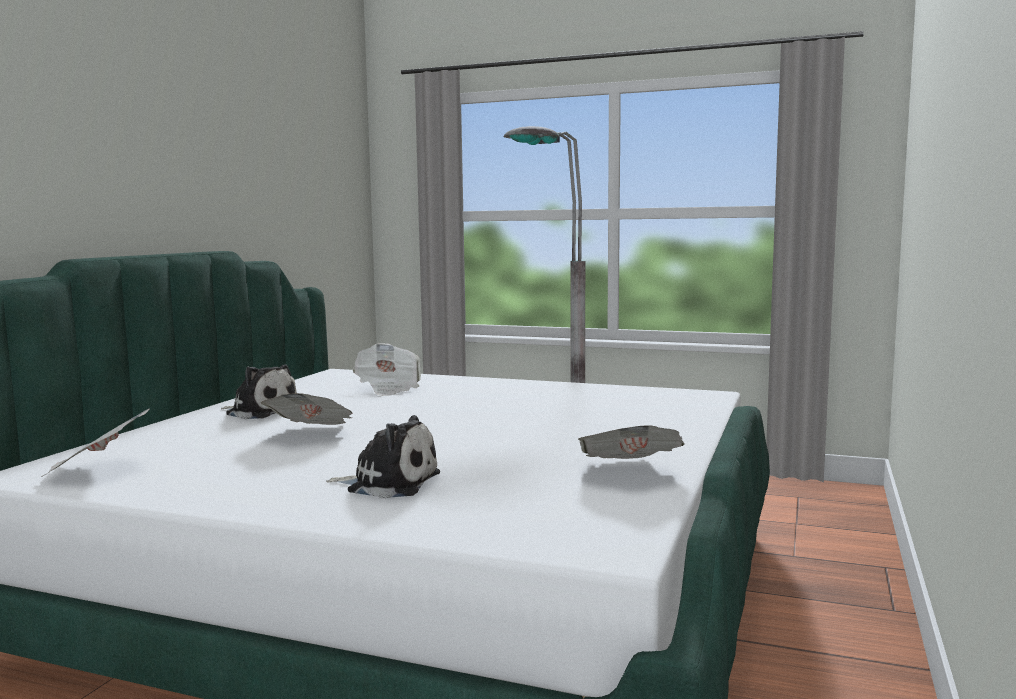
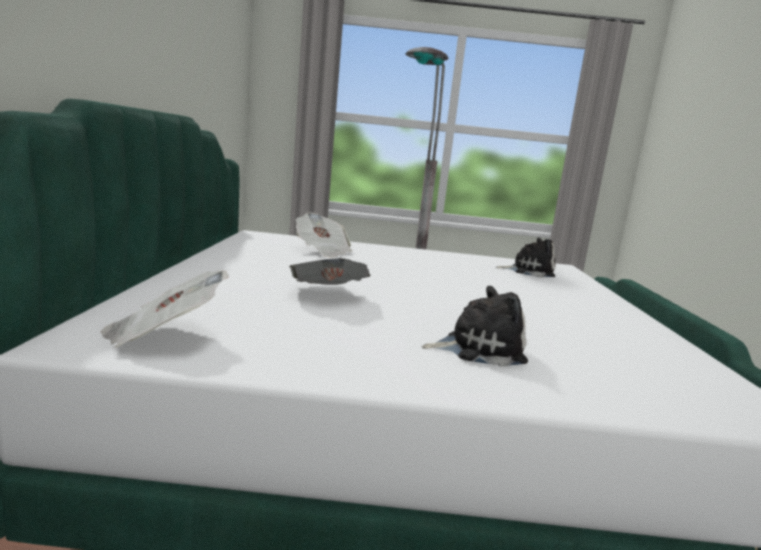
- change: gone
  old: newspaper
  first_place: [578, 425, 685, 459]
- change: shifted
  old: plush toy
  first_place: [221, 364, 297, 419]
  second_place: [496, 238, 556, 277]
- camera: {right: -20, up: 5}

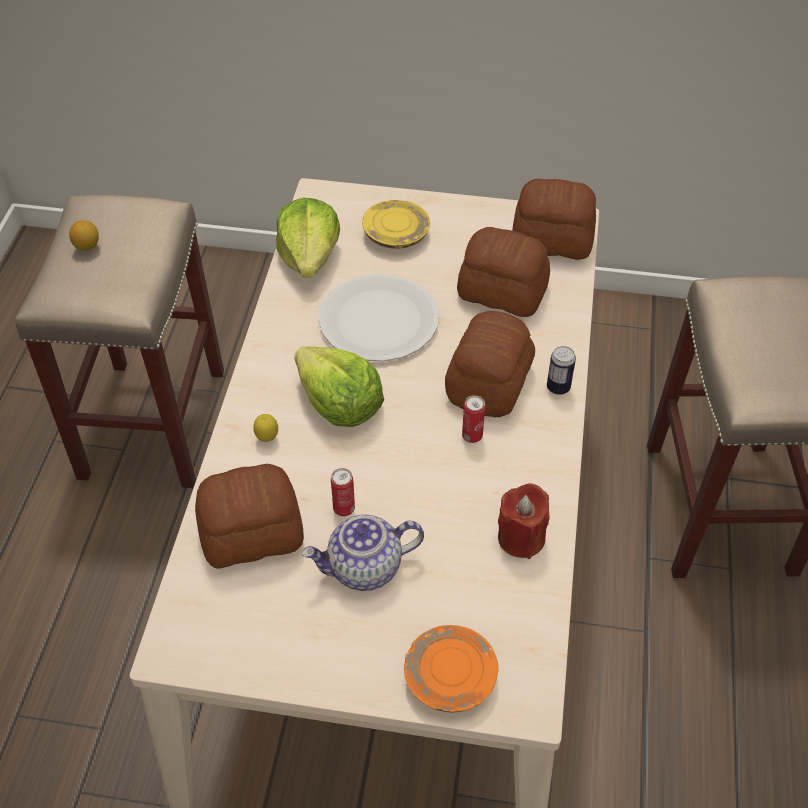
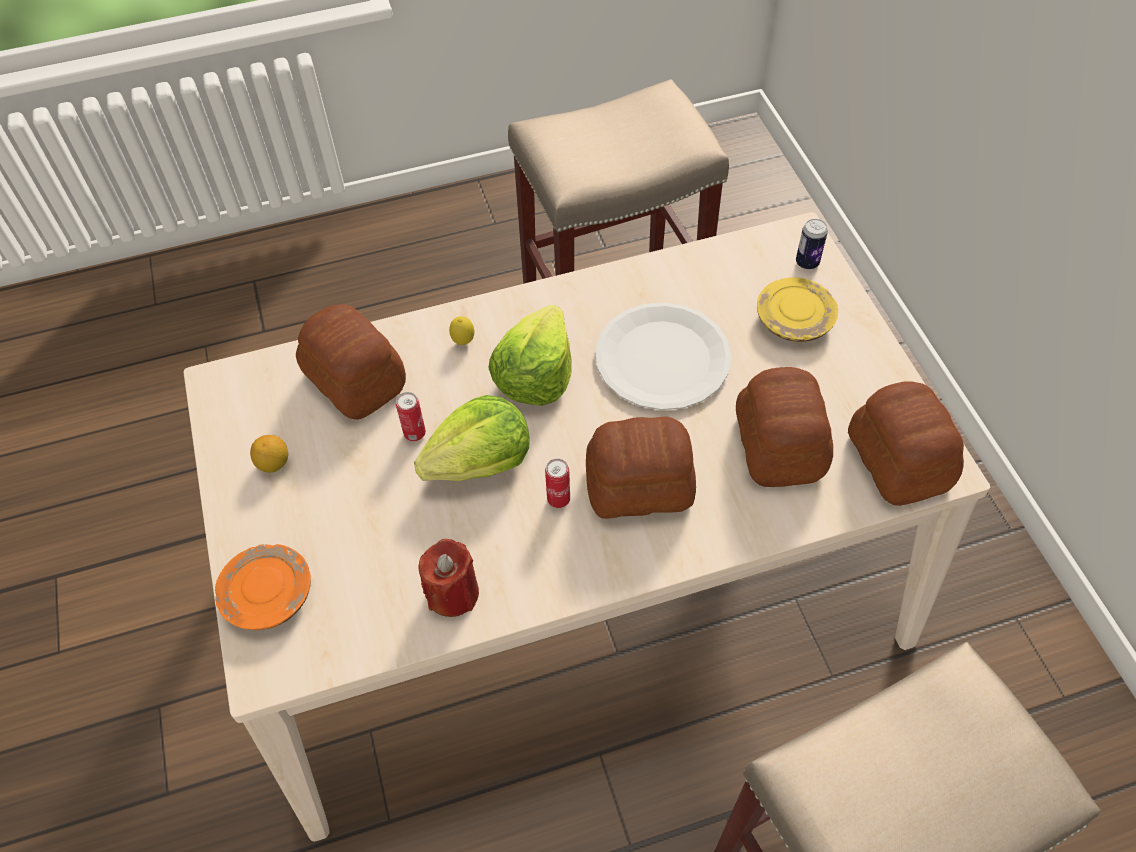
- change: gone
  old: teapot
  first_place: [302, 514, 424, 591]
- change: shifted
  old: lemon
  first_place: [69, 220, 99, 251]
  second_place: [250, 435, 288, 473]
- change: shifted
  old: lettuce
  first_place: [276, 198, 340, 278]
  second_place: [414, 395, 530, 481]
- change: shifted
  old: can
  first_place: [547, 346, 576, 395]
  second_place: [796, 219, 828, 270]
- camera: {right: 65, up: 5}

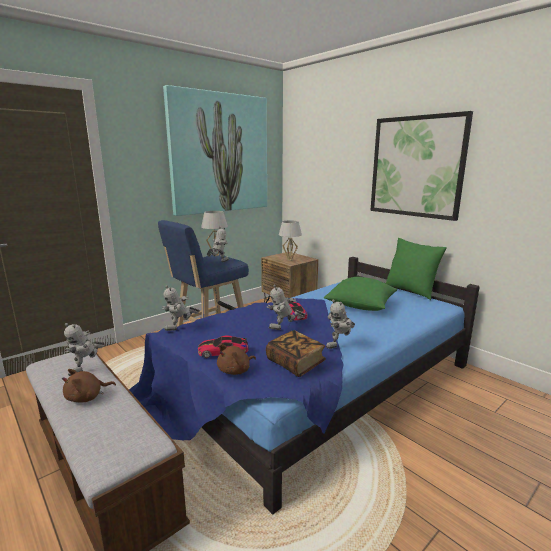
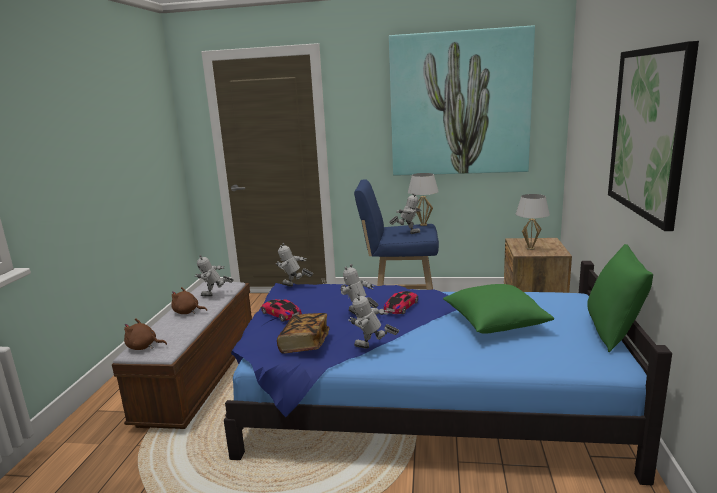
- change: shifted
  old: brown plush toy
  first_place: [217, 344, 256, 375]
  second_place: [124, 318, 167, 350]
- camera: {right: 50, up: 0}

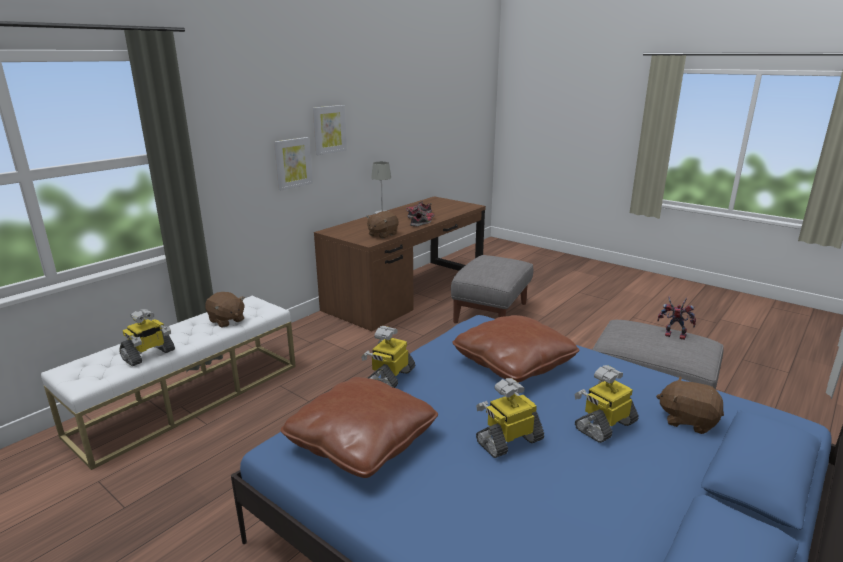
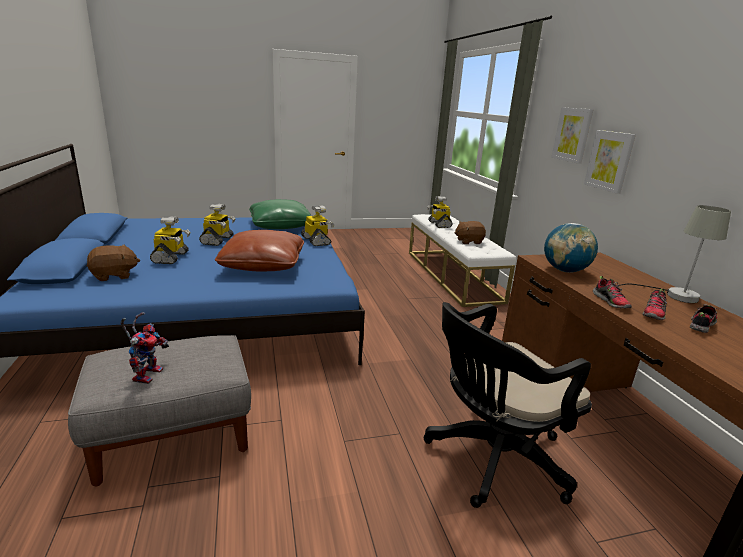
- change: shifted
  old: picture
  first_place: [313, 105, 347, 155]
  second_place: [551, 107, 593, 164]
- change: swapped
  old: brown plush toy
  new: globe
  first_place: [366, 211, 399, 239]
  second_place: [544, 223, 598, 273]
- change: swapped
  old: grey ottoman
  new: black office chair
  first_place: [451, 255, 533, 323]
  second_place: [424, 302, 592, 508]
- change: repainted
  old: brown pillow
  new: green pillow
  first_place: [281, 377, 438, 478]
  second_place: [249, 199, 311, 229]
- change: rotated
  old: toy robot
  first_place: [657, 296, 696, 340]
  second_place: [121, 312, 169, 384]
  degrees: -60
- camera: {right: 125, up: 0}

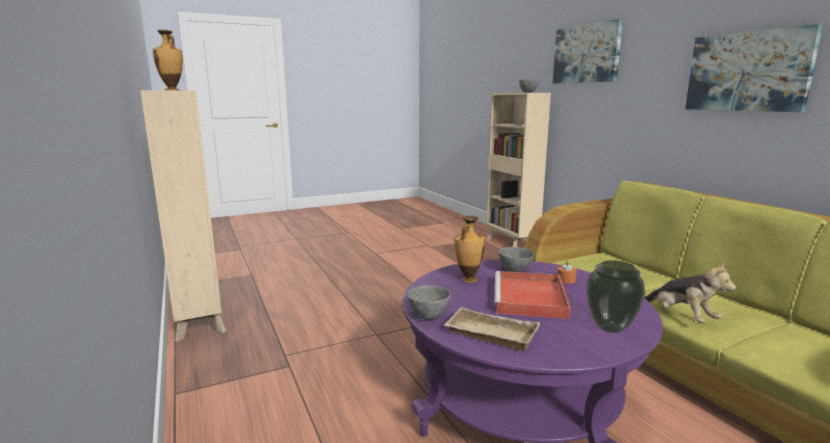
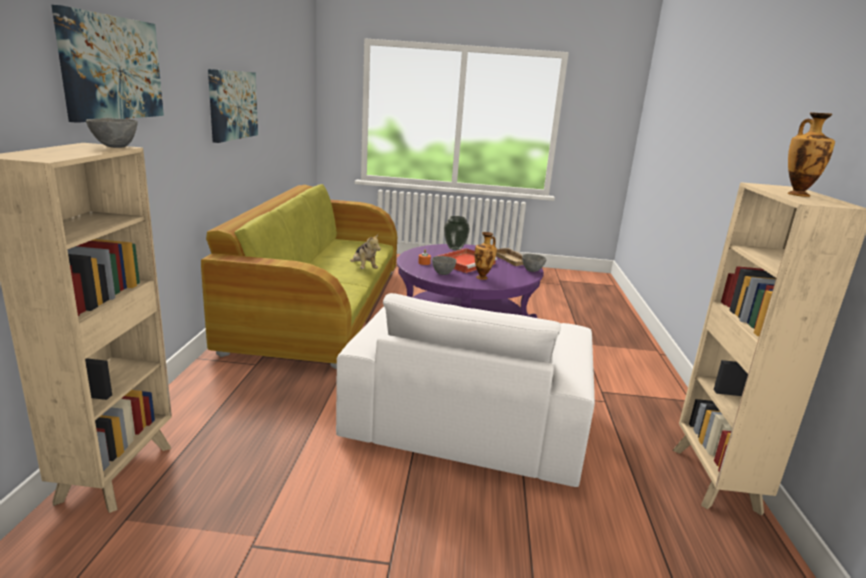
- change: new
  new: white armchair
  second_place: [336, 293, 595, 487]
- change: rotated
  old: plush toy
  first_place: [644, 261, 736, 322]
  second_place: [350, 234, 381, 269]
  degrees: 150
- camera: {right: -150, up: 5}

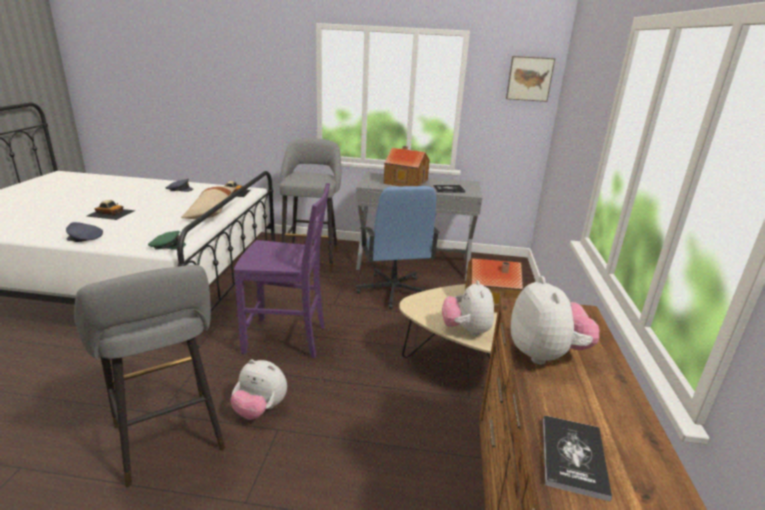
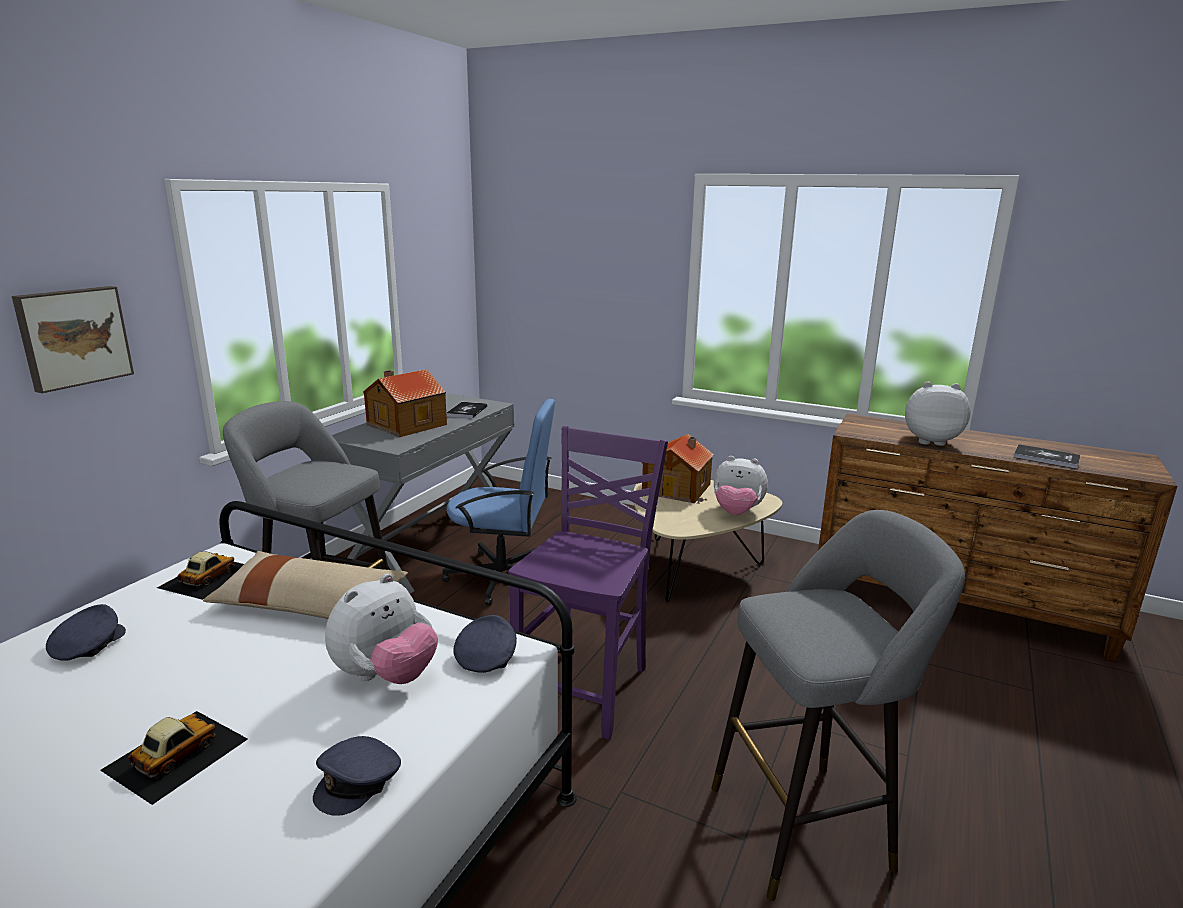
- change: shifted
  old: plush toy
  first_place: [230, 359, 287, 420]
  second_place: [325, 573, 438, 684]
- change: shifted
  old: picture
  first_place: [506, 56, 555, 102]
  second_place: [12, 286, 134, 393]
- change: repainted
  old: green cap
  new: grey cap
  first_place: [148, 231, 186, 250]
  second_place: [453, 615, 517, 673]
- camera: {right: -70, up: -5}

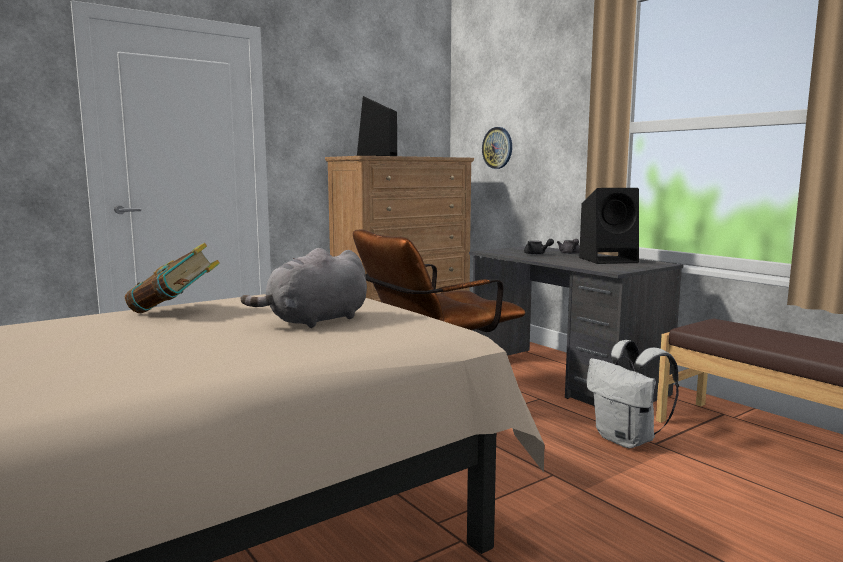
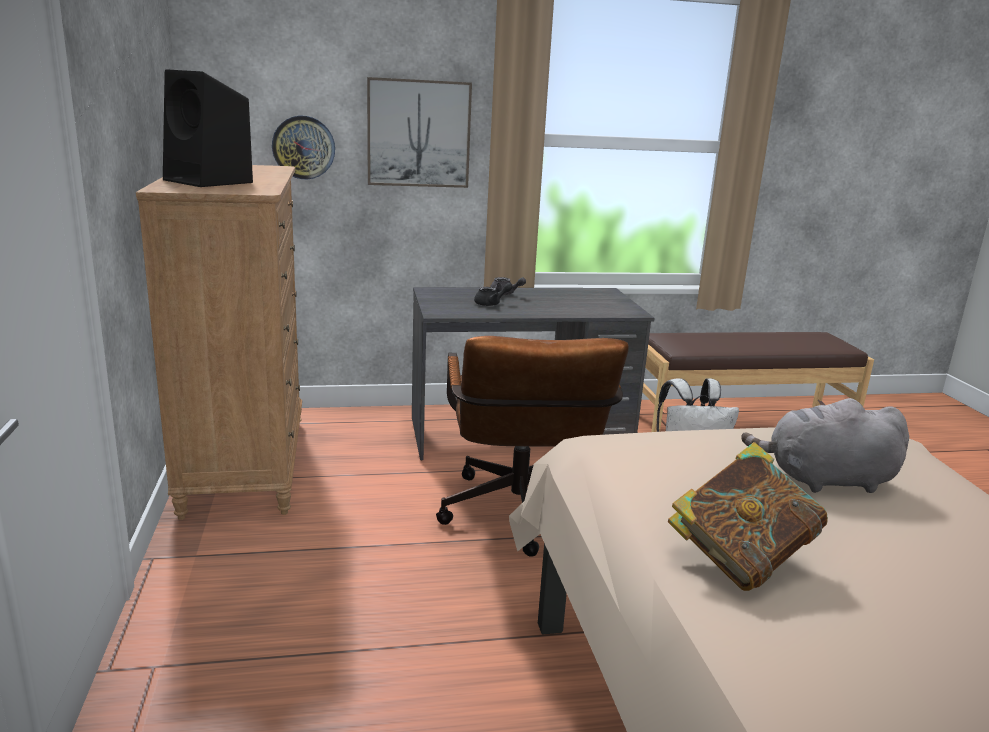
- change: gone
  old: black speaker
  first_place: [579, 188, 639, 264]
- change: new
  new: picture
  second_place: [367, 77, 472, 188]
- change: rotated
  old: grey plush toy
  first_place: [240, 248, 367, 328]
  second_place: [741, 398, 909, 493]
  degrees: 105
- camera: {right: -65, up: 10}

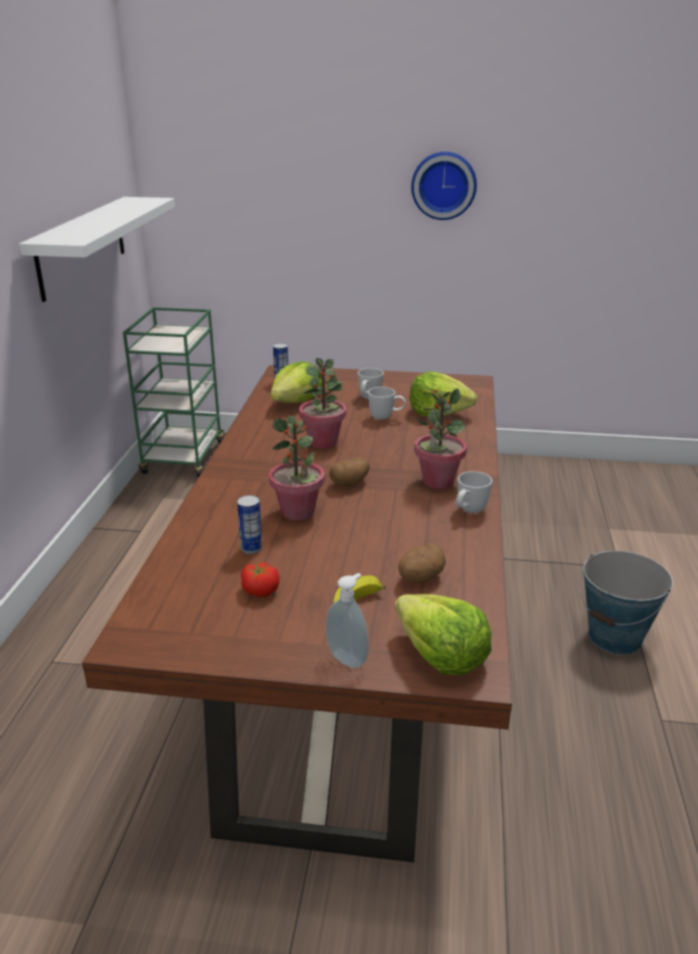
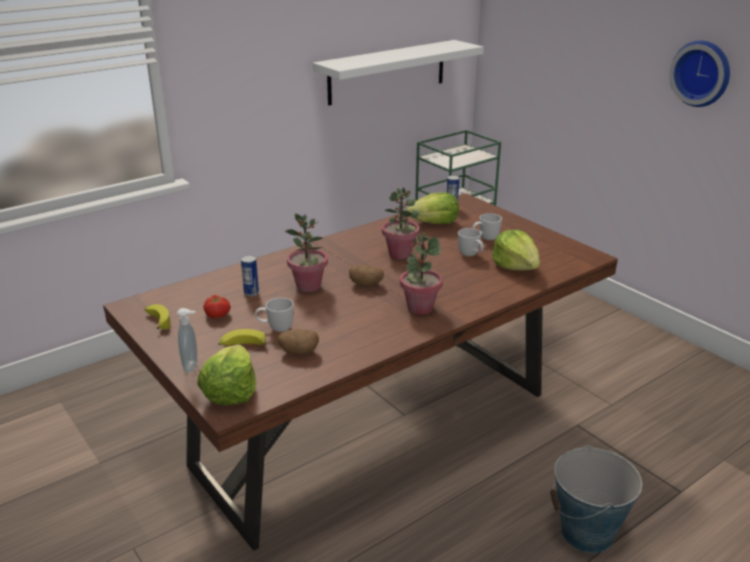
- change: new
  new: banana
  second_place: [144, 304, 170, 330]
- change: shifted
  old: white mug
  first_place: [456, 471, 492, 513]
  second_place: [255, 298, 294, 332]
- camera: {right: 45, up: 0}

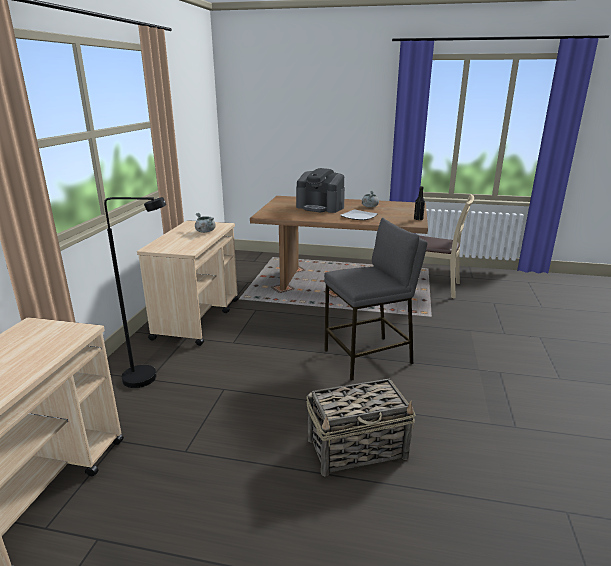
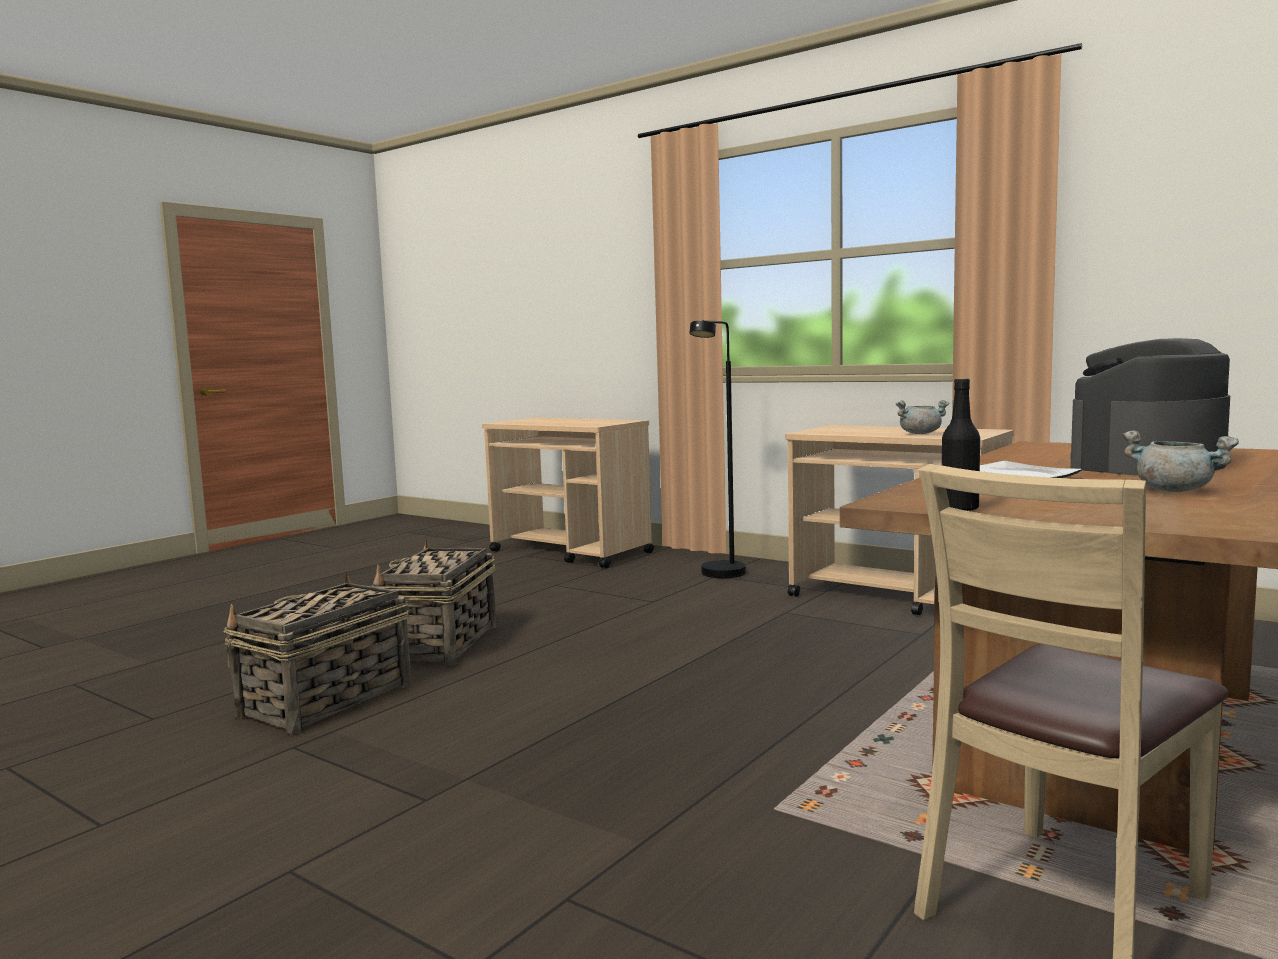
- change: gone
  old: grey stool
  first_place: [324, 218, 428, 381]
- change: new
  new: basket
  second_place: [223, 573, 412, 735]
- camera: {right: 115, up: -15}

